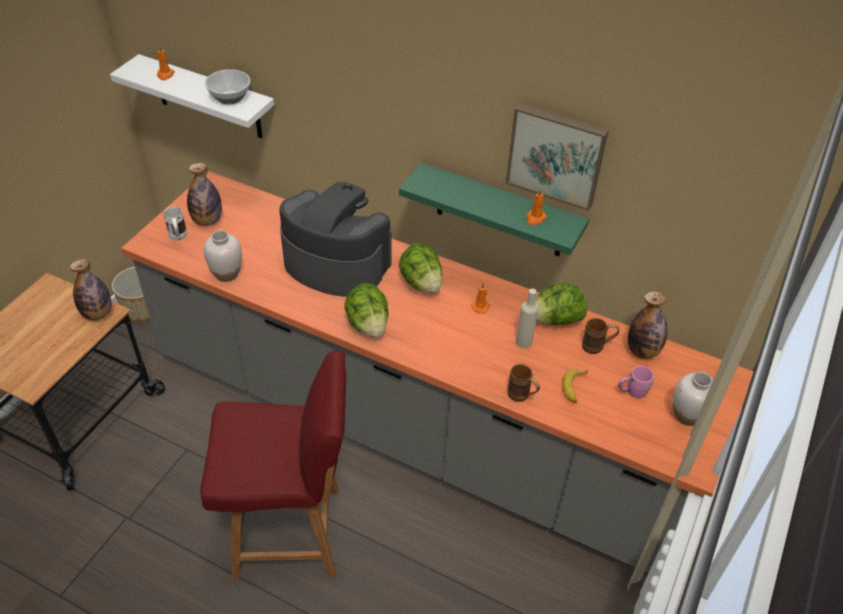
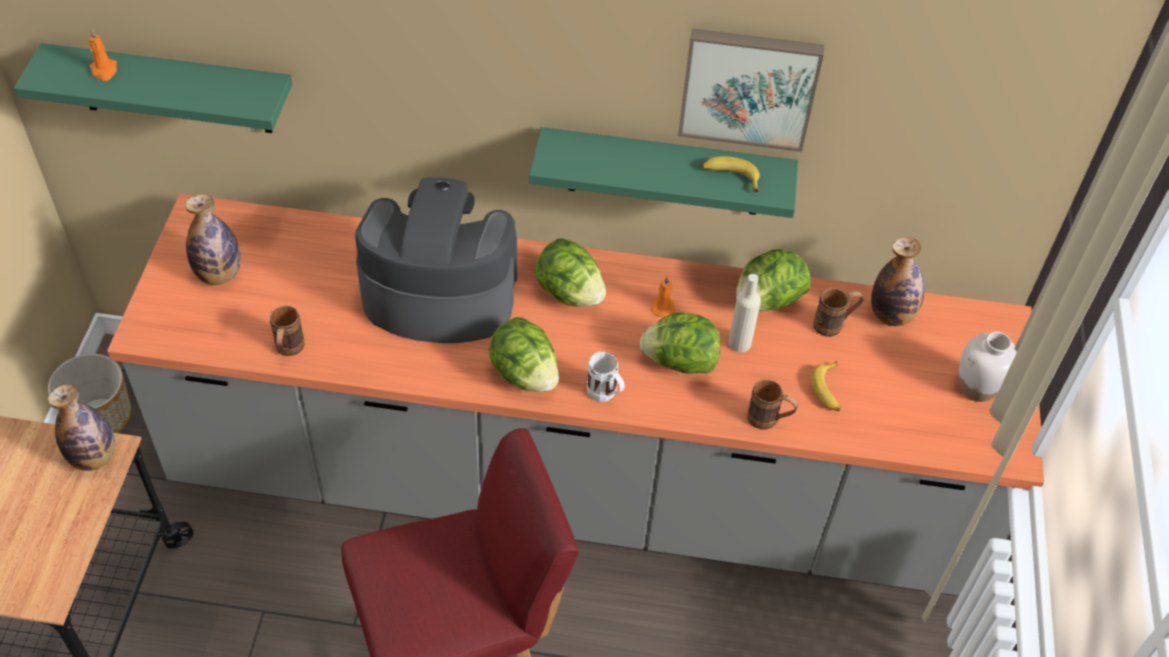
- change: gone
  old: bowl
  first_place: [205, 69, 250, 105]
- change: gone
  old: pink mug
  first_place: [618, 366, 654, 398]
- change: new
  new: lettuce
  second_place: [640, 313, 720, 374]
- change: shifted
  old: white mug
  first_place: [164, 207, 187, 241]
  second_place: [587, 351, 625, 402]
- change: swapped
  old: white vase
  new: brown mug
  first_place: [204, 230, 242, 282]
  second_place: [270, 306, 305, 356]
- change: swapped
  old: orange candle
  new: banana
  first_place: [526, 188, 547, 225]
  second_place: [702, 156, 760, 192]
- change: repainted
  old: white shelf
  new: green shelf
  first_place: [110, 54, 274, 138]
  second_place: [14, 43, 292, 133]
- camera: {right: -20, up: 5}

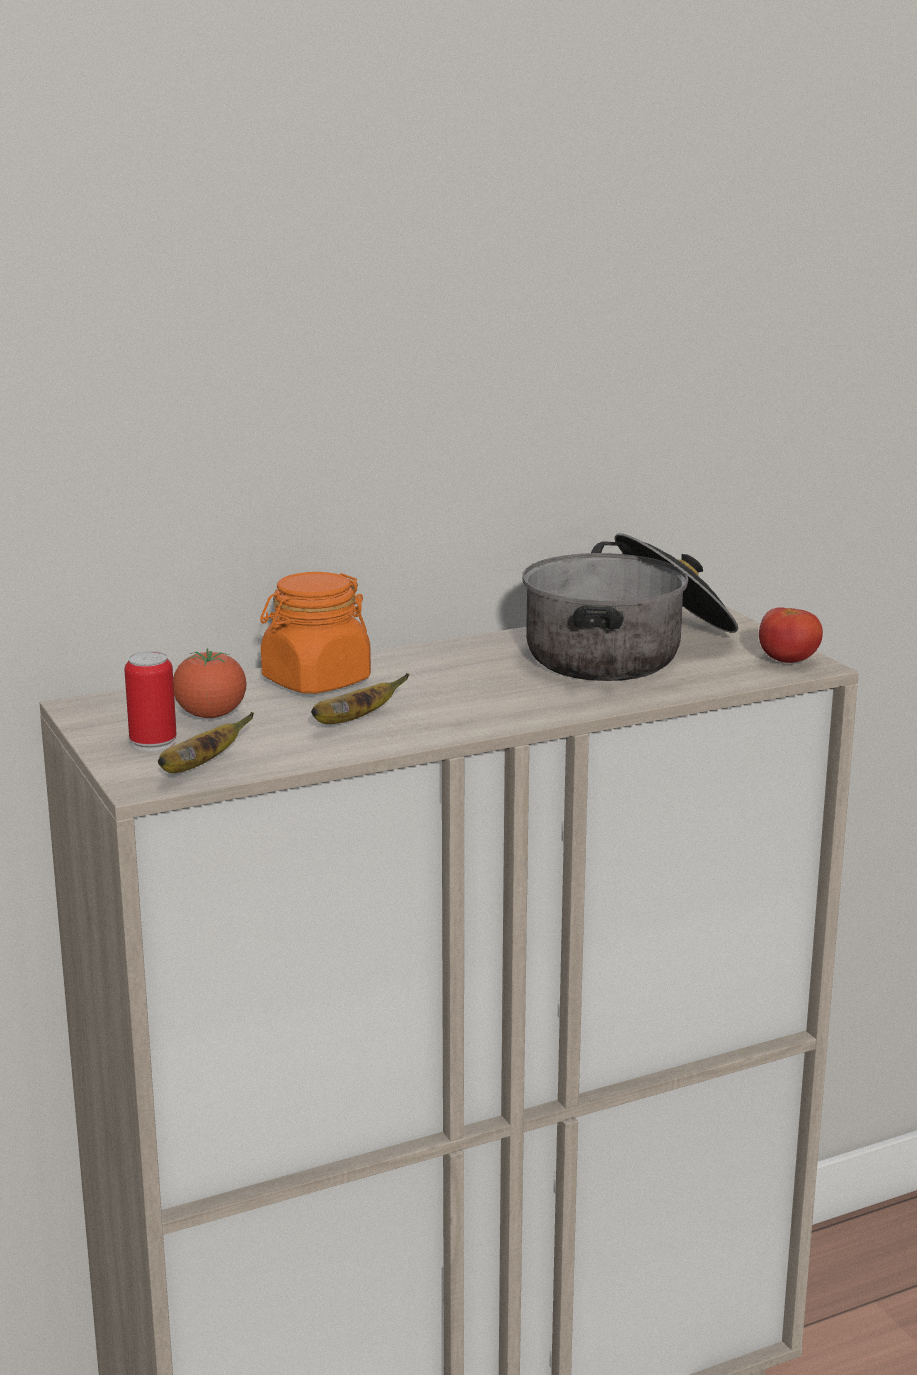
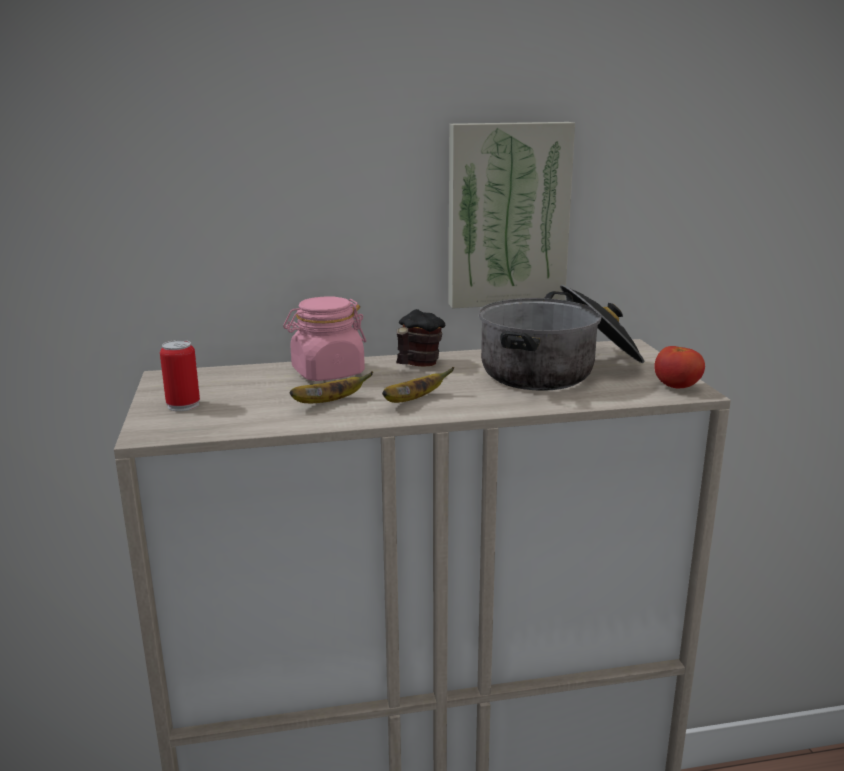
- change: gone
  old: tomato
  first_place: [173, 648, 247, 718]
- change: new
  new: mug
  second_place: [396, 309, 445, 367]
- change: new
  new: picture
  second_place: [448, 122, 575, 309]
- change: shifted
  old: banana
  first_place: [158, 712, 254, 773]
  second_place: [382, 367, 454, 403]
- change: repainted
  old: orange jar
  new: pink jar
  first_place: [260, 572, 371, 694]
  second_place: [283, 296, 366, 381]
- camera: {right: 15, up: 0}

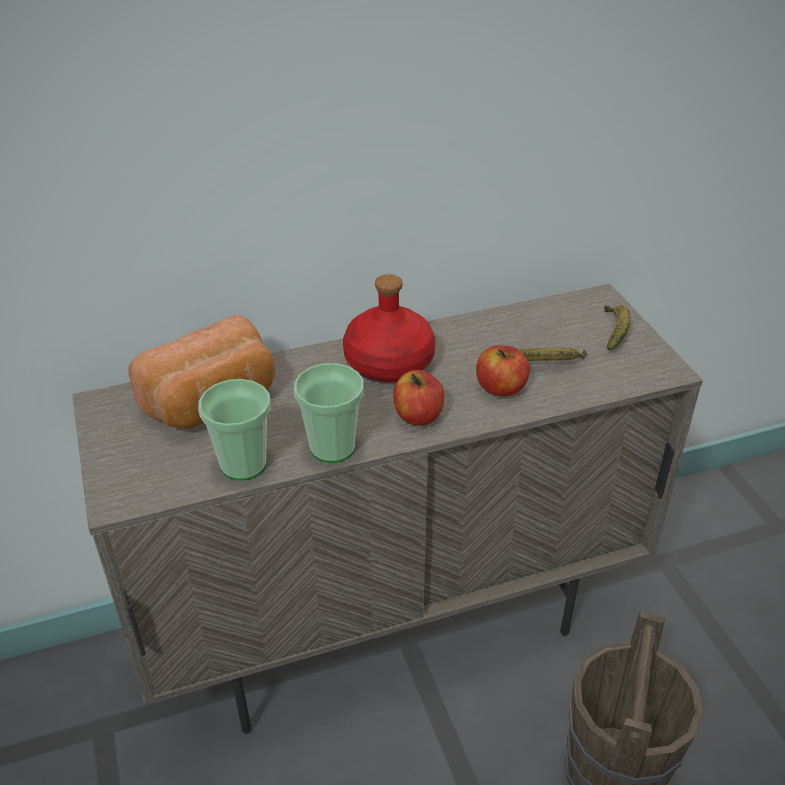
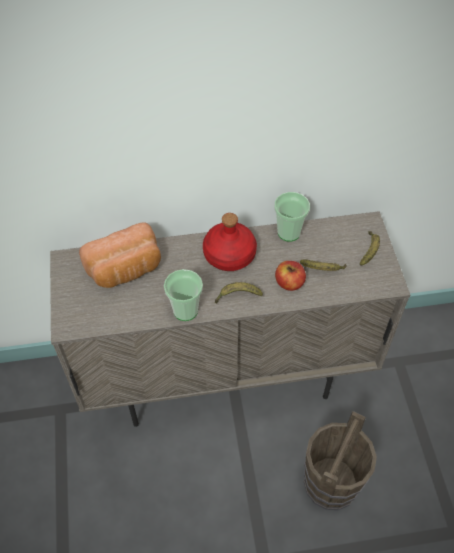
- change: shifted
  old: cup
  first_place: [198, 379, 270, 481]
  second_place: [274, 192, 310, 242]
- change: swapped
  old: apple
  new: banana
  first_place: [393, 370, 444, 426]
  second_place: [215, 282, 263, 303]
- camera: {right: 10, up: 15}

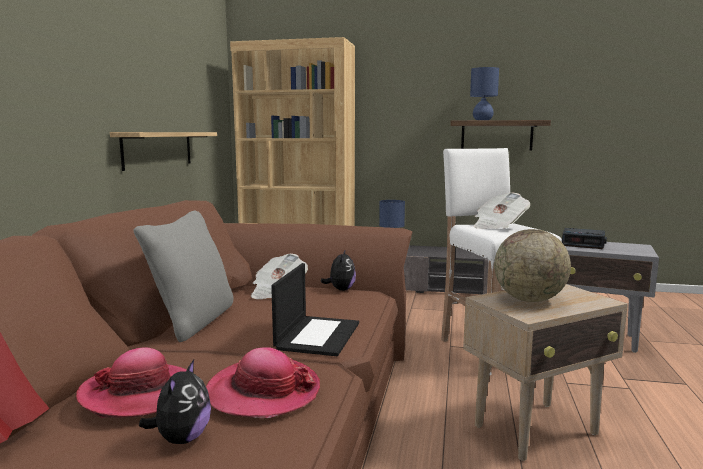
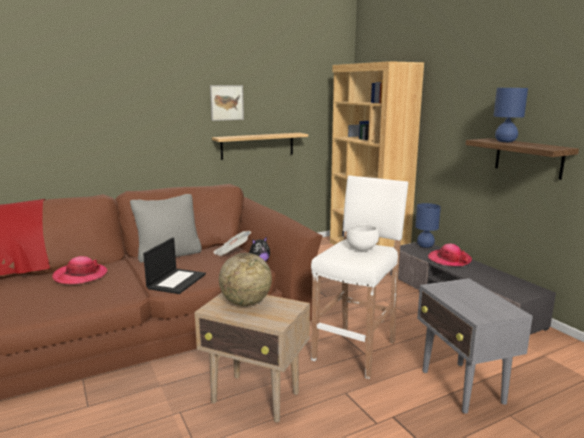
- change: gone
  old: plush toy
  first_place: [139, 360, 211, 444]
- change: gone
  old: alarm clock
  first_place: [562, 228, 607, 249]
- change: new
  new: picture
  second_place: [210, 85, 244, 121]
- change: shifted
  old: hat
  first_place: [206, 347, 320, 418]
  second_place: [428, 243, 472, 266]
- change: swapped
  old: newspaper
  new: white bowl
  first_place: [474, 193, 530, 229]
  second_place: [347, 224, 379, 251]
- change: rotated
  old: laptop
  first_place: [271, 263, 359, 356]
  second_place: [143, 237, 206, 294]
  degrees: -45
- camera: {right: 50, up: 5}

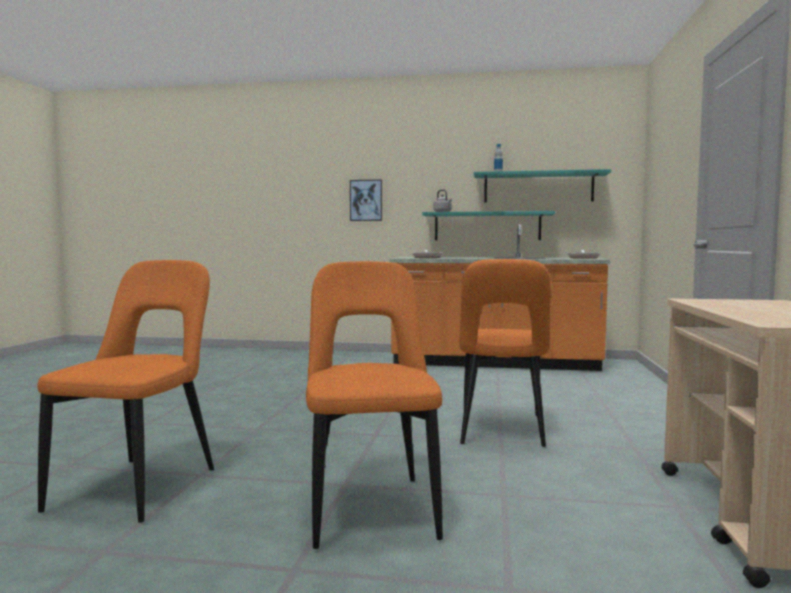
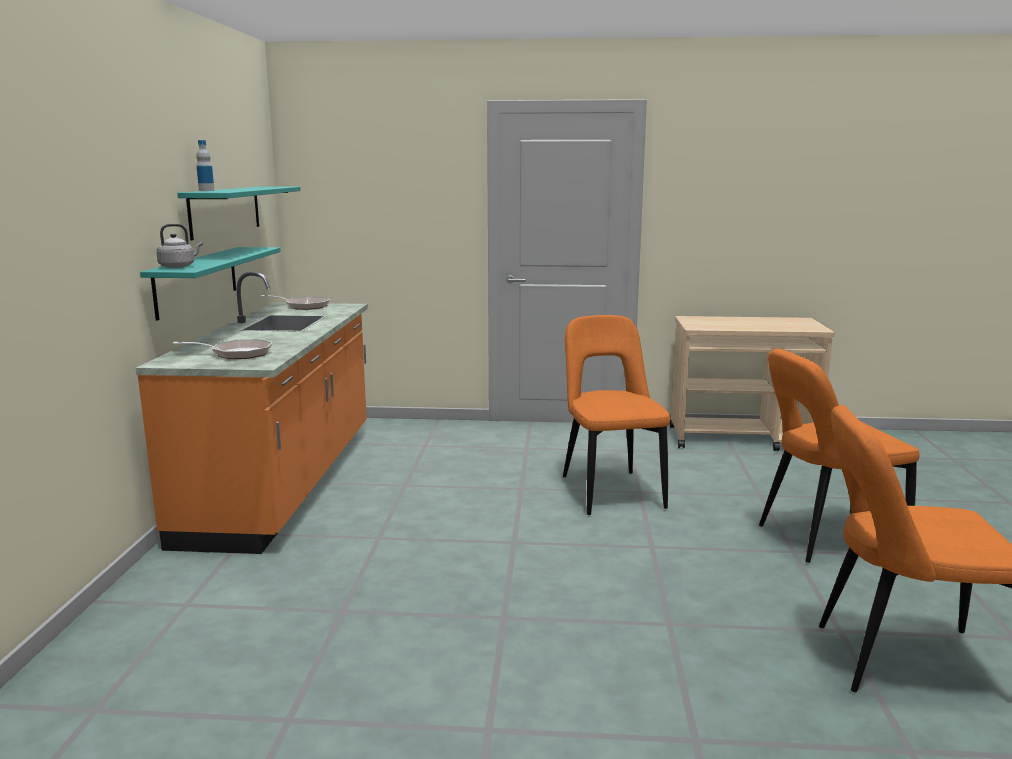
- change: gone
  old: picture
  first_place: [350, 179, 382, 221]
- change: rotated
  old: orange chair
  first_place: [459, 259, 551, 447]
  second_place: [563, 315, 670, 515]
  degrees: -105
- camera: {right: -95, up: 10}

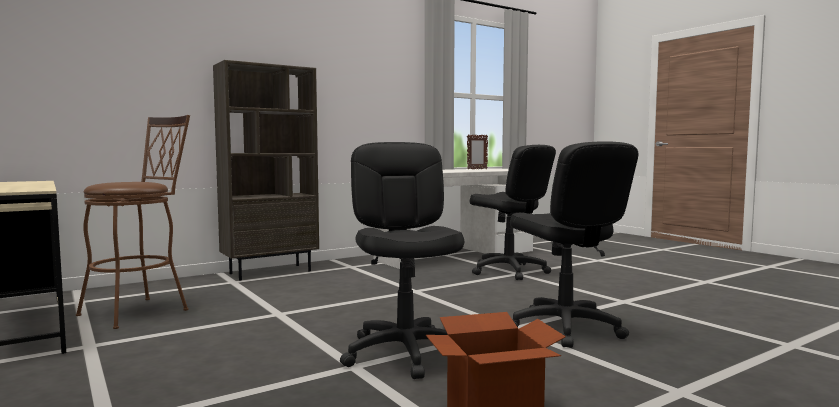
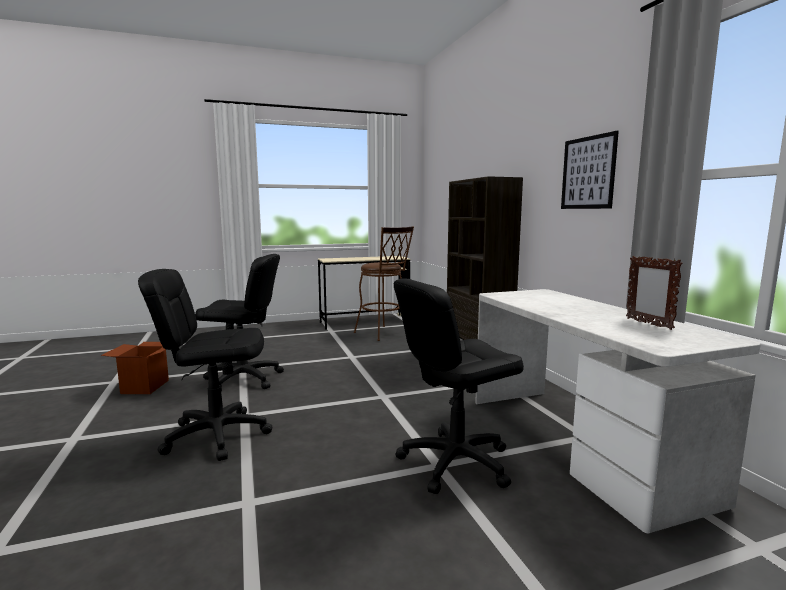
- change: new
  new: picture
  second_place: [561, 131, 619, 209]
- camera: {right: 105, up: 5}

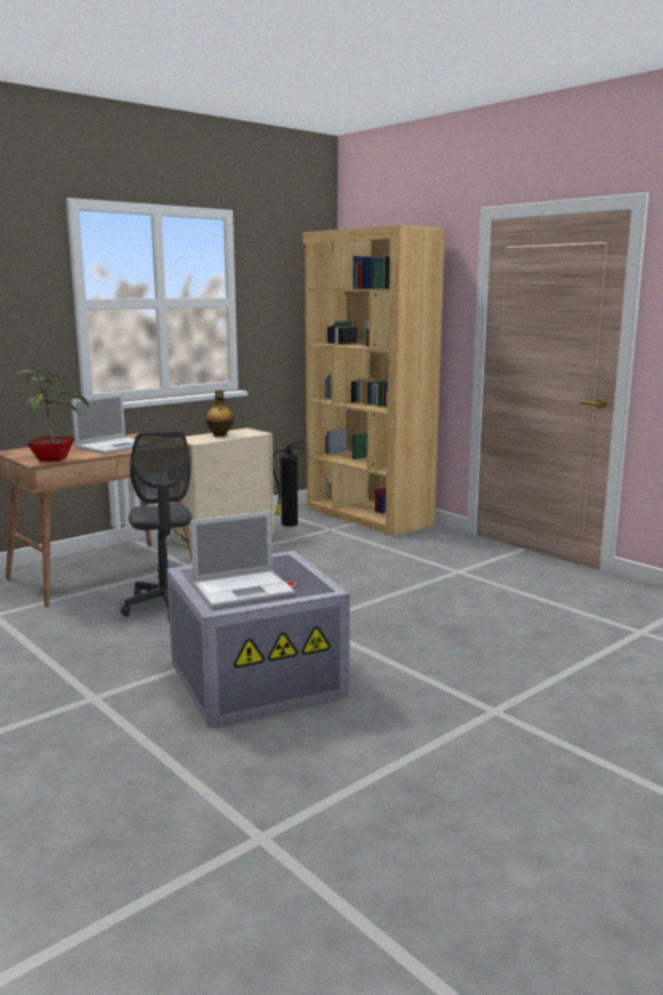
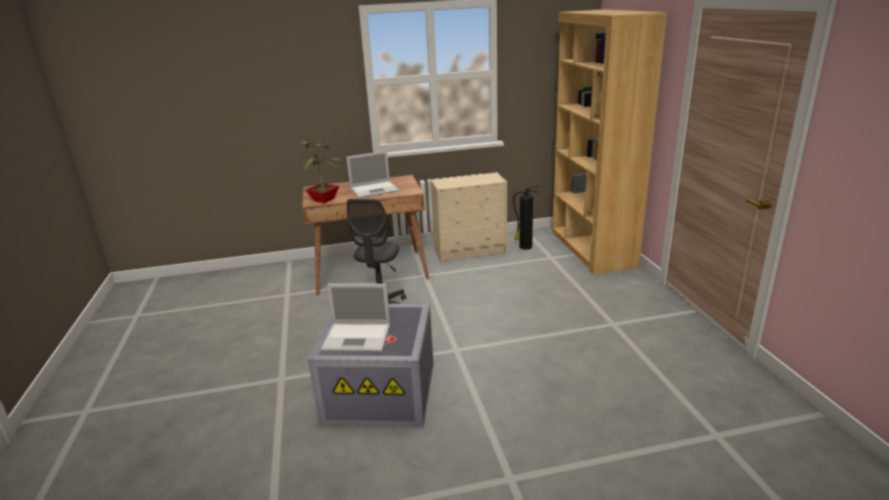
- change: gone
  old: bottle
  first_place: [205, 390, 234, 437]
- camera: {right: 30, up: 10}

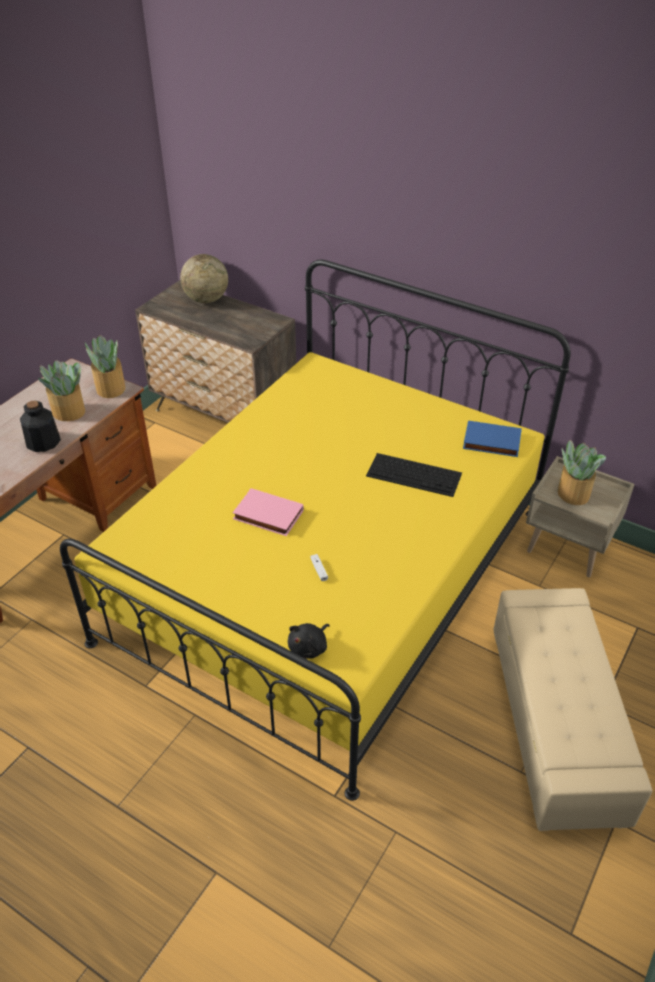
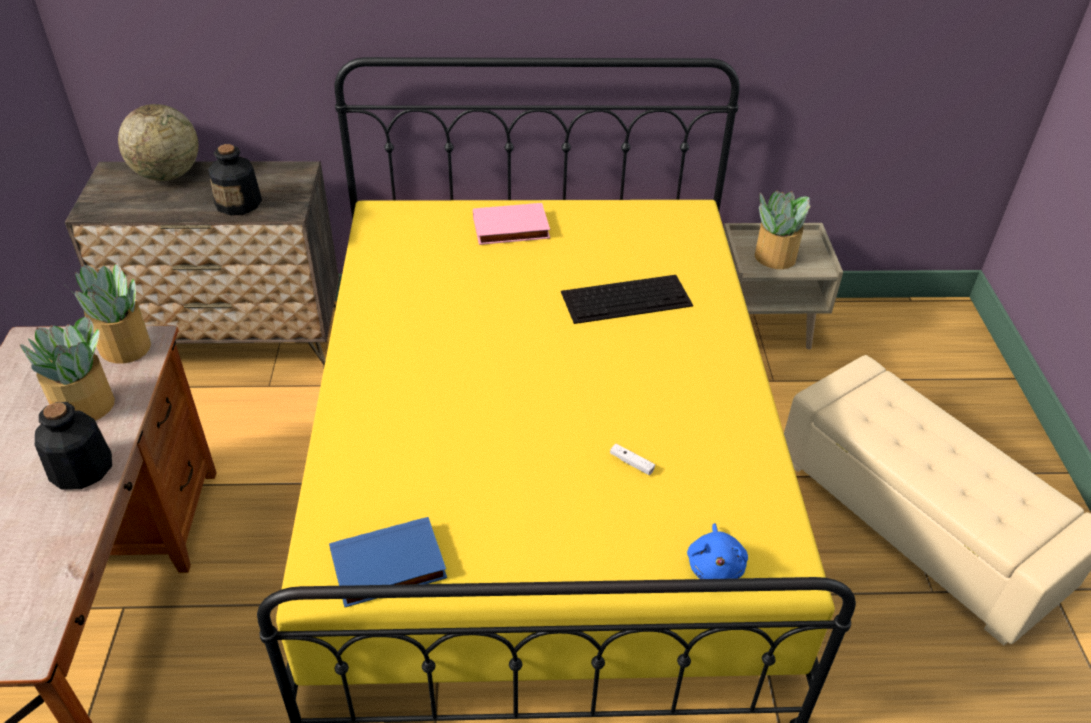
- change: new
  new: bottle
  second_place: [208, 144, 262, 215]
- change: shifted
  old: pink book
  first_place: [233, 488, 304, 536]
  second_place: [473, 203, 550, 245]
- change: shifted
  old: blue book
  first_place: [463, 421, 522, 457]
  second_place: [329, 517, 447, 607]
- change: repainted
  old: black plush toy
  new: blue plush toy
  first_place: [288, 623, 330, 658]
  second_place: [687, 523, 748, 579]
- camera: {right: -35, up: 0}

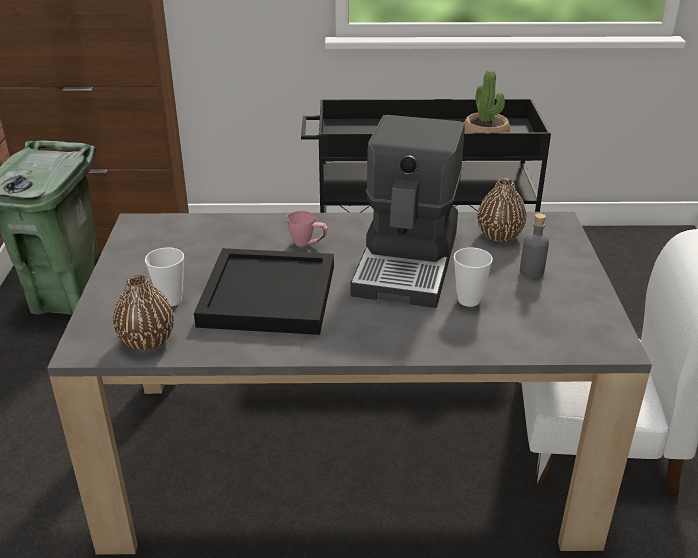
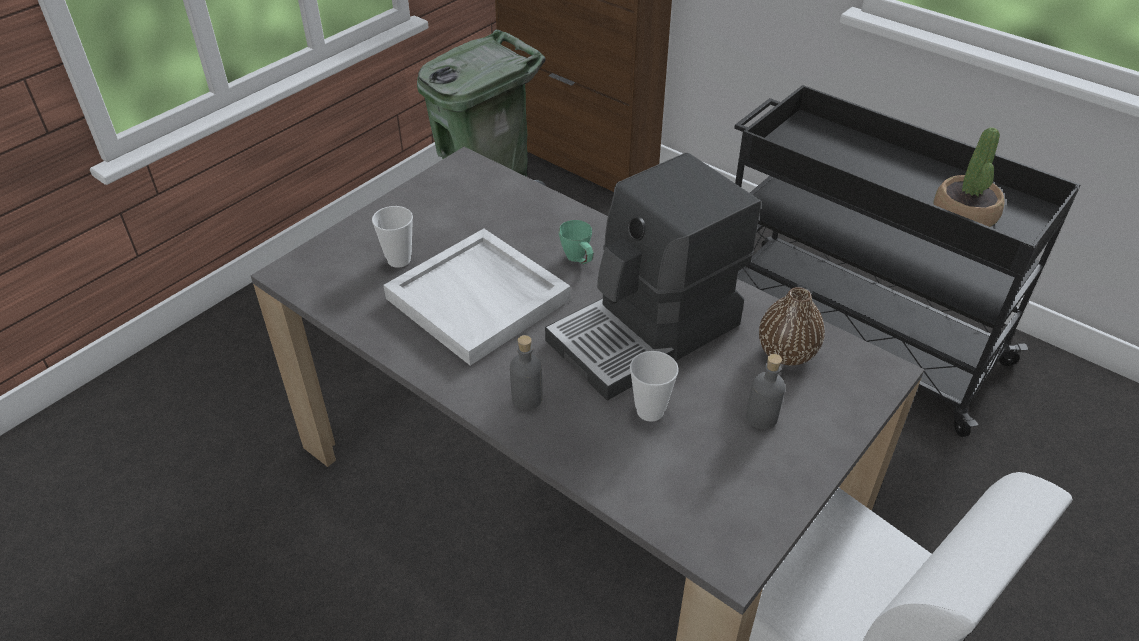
- change: gone
  old: brown vase
  first_place: [113, 275, 174, 350]
- change: new
  new: grey bottle
  second_place: [510, 335, 543, 410]
- change: repainted
  old: black tray
  new: white tray
  first_place: [194, 248, 334, 335]
  second_place: [384, 228, 571, 366]
- change: repainted
  old: pink mug
  new: green mug
  first_place: [287, 211, 328, 247]
  second_place: [559, 220, 594, 264]
- camera: {right: 40, up: 10}

